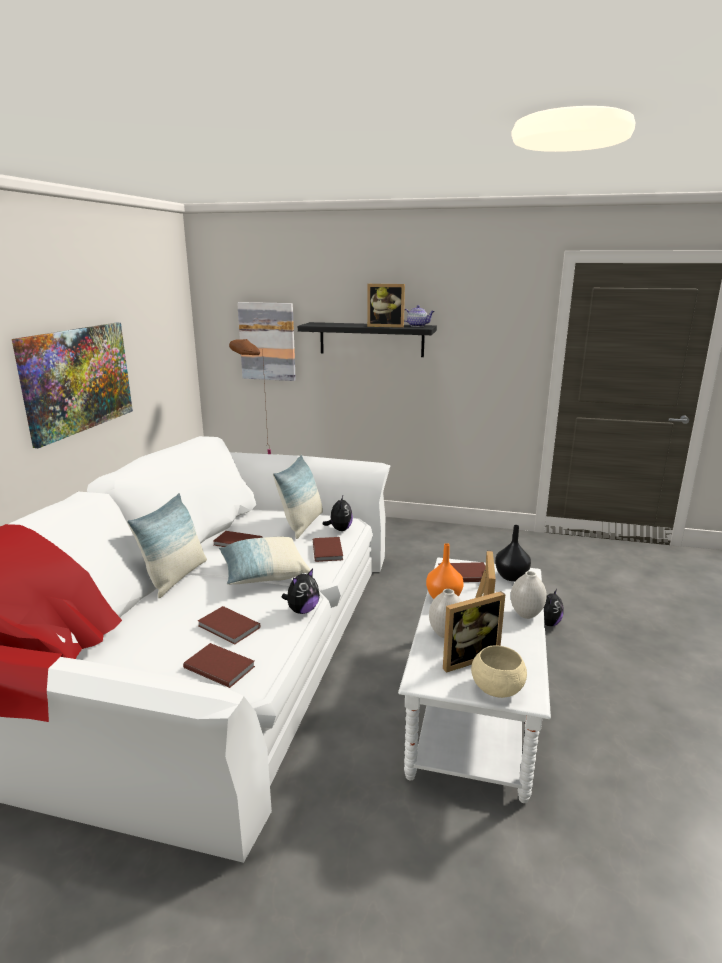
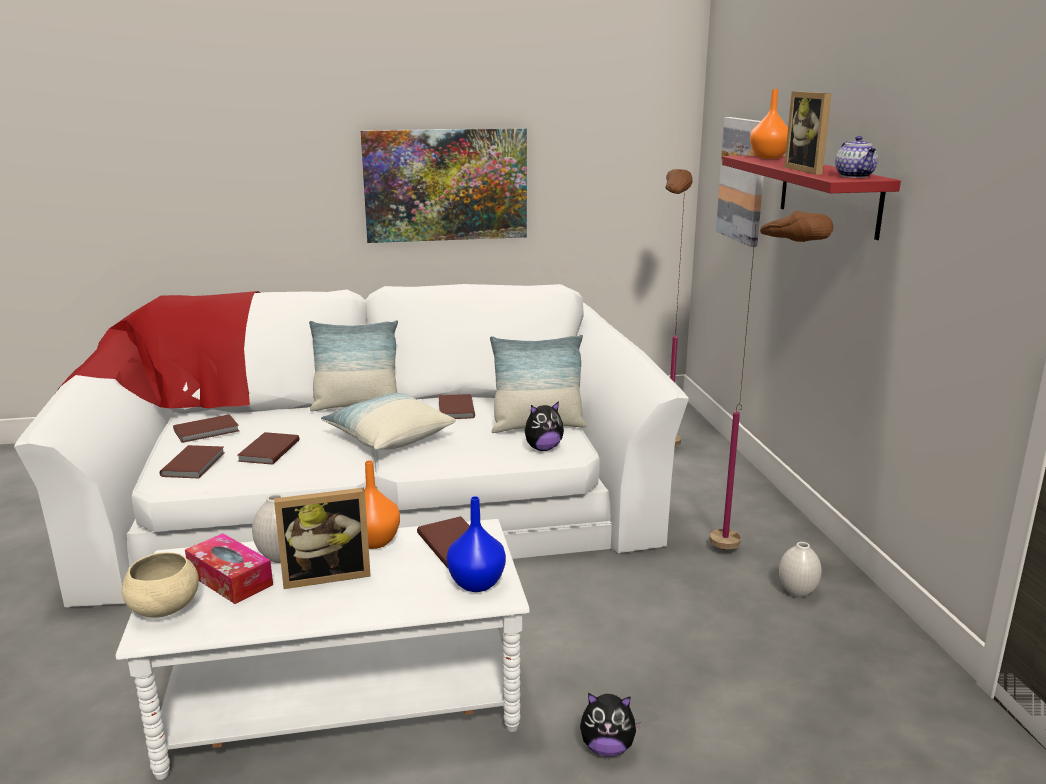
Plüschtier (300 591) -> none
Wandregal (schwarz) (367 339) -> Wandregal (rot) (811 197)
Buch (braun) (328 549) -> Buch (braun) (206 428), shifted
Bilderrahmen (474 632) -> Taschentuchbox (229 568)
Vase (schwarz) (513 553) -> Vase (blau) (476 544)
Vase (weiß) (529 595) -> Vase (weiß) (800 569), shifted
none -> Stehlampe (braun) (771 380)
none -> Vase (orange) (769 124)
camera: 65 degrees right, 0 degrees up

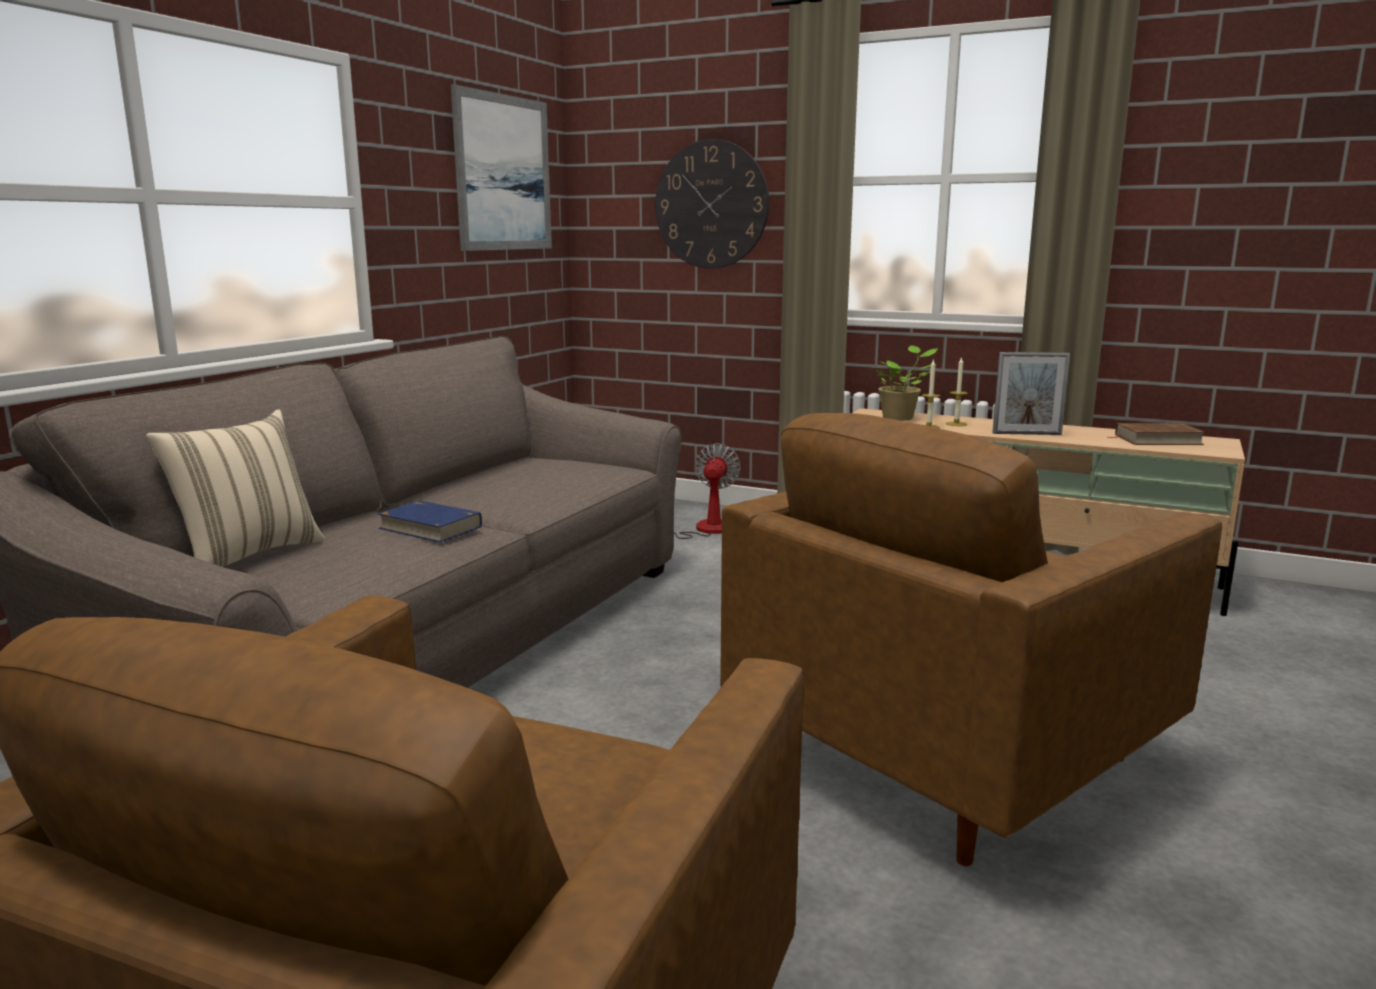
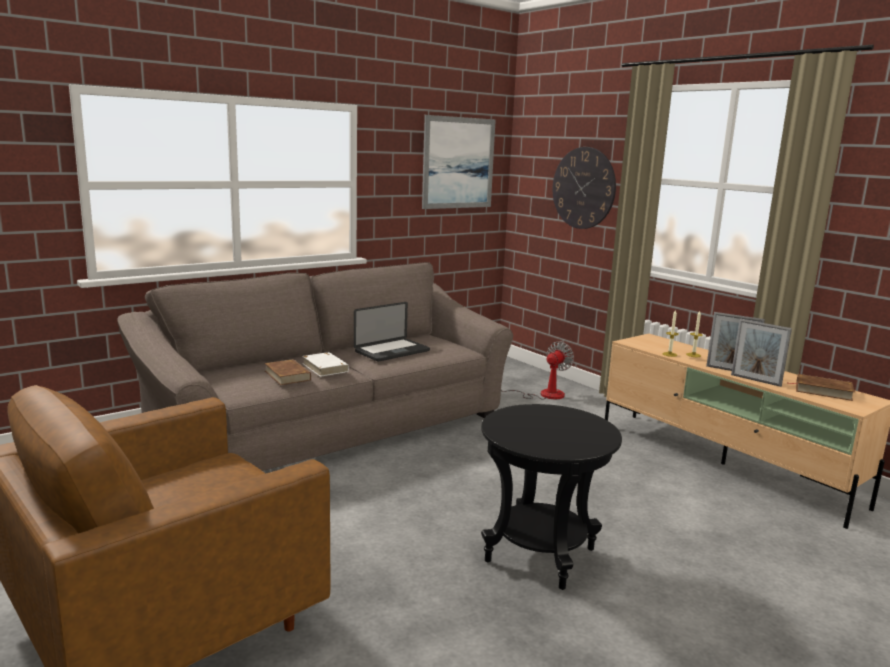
Kissen (beige) (236 488) -> none
Buch (blau) (430 521) -> Buch (weiß) (325 364)
Sessel (braun) (971 639) -> Beistelltisch (schwarz) (551 497)
Topfpflanze (907 383) -> none
none -> Buch (braun) (287 372)
none -> Laptop (392 332)
none -> Bilderrahmen (761 353)
camera: 25 degrees right, 0 degrees up

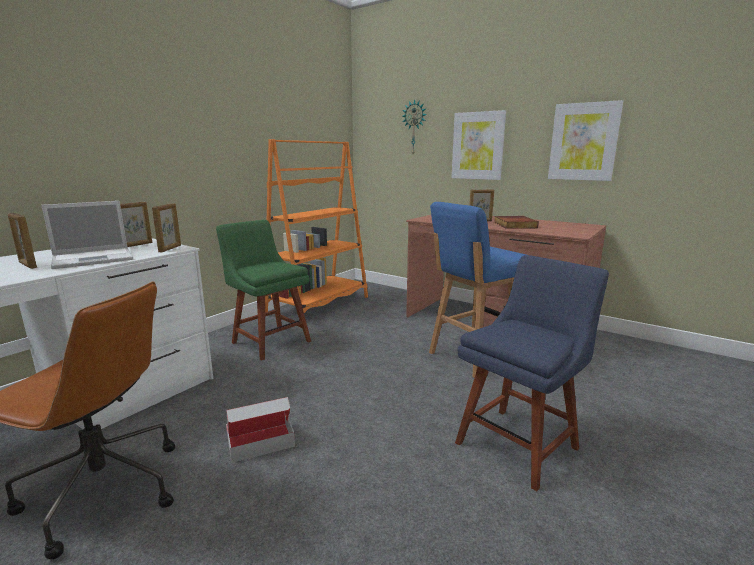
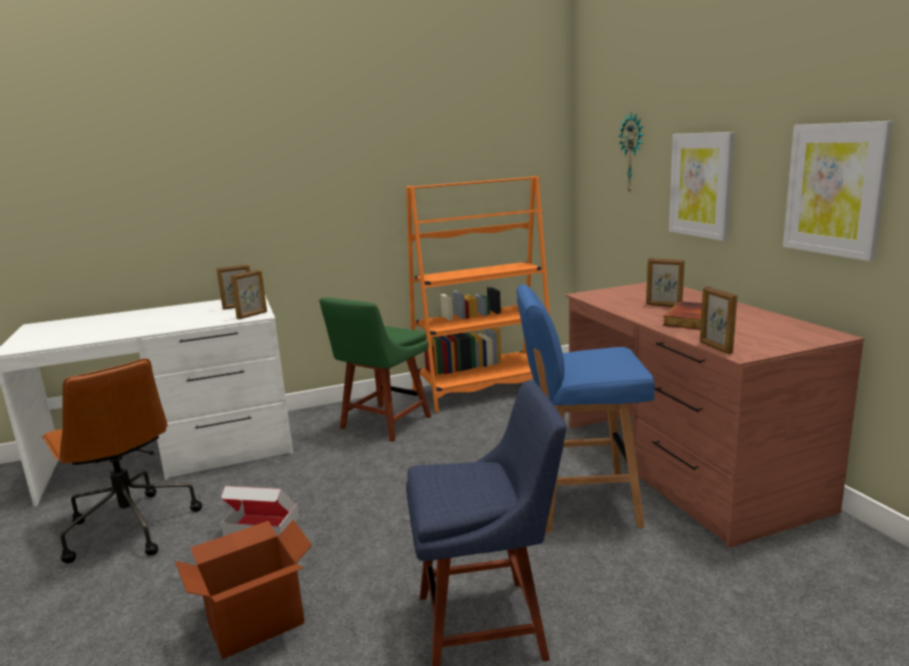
Bilderrahmen (22 241) -> Bilderrahmen (718 320), shifted
Laptop (87 235) -> none
Stuhl (grün) (263 290) -> Stuhl (grün) (375 369), 135 degrees counterclockwise
none -> Karton (243 589)
camera: 35 degrees right, 0 degrees up

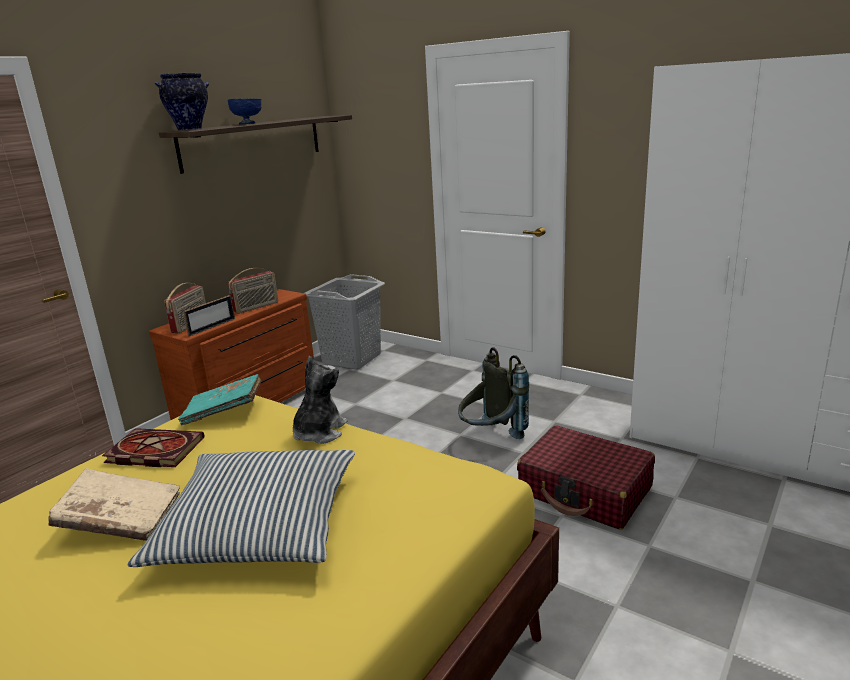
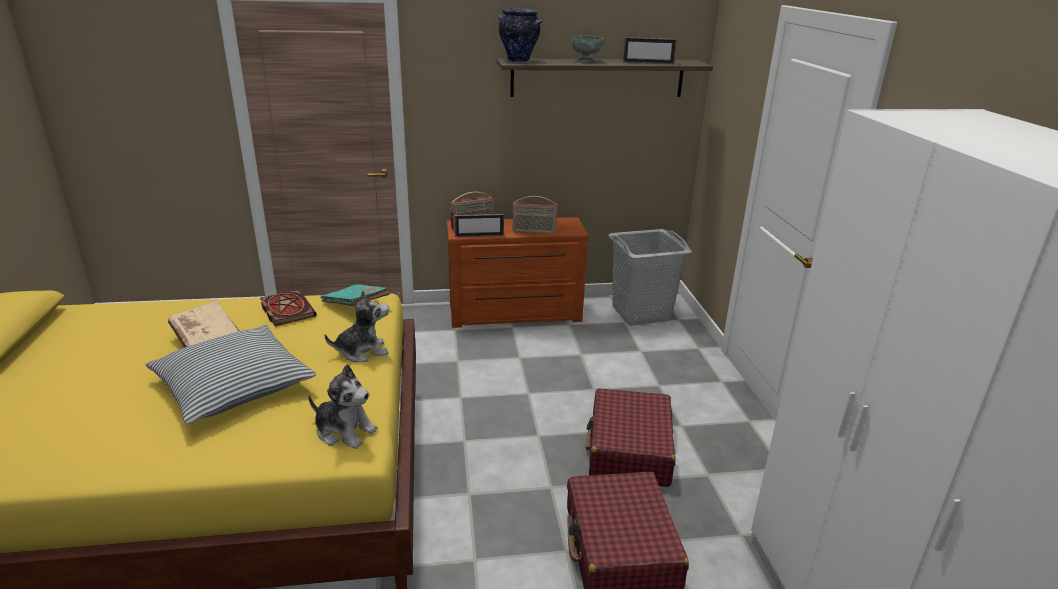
Schüssel (blau) (244 111) -> Schüssel (grau) (587 48)
Rucksack (grau) (493 393) -> Koffer (rot) (631 437)
none -> Plüschtier (343 406)
none -> Bilderrahmen (650 50)
camera: 45 degrees right, 5 degrees up

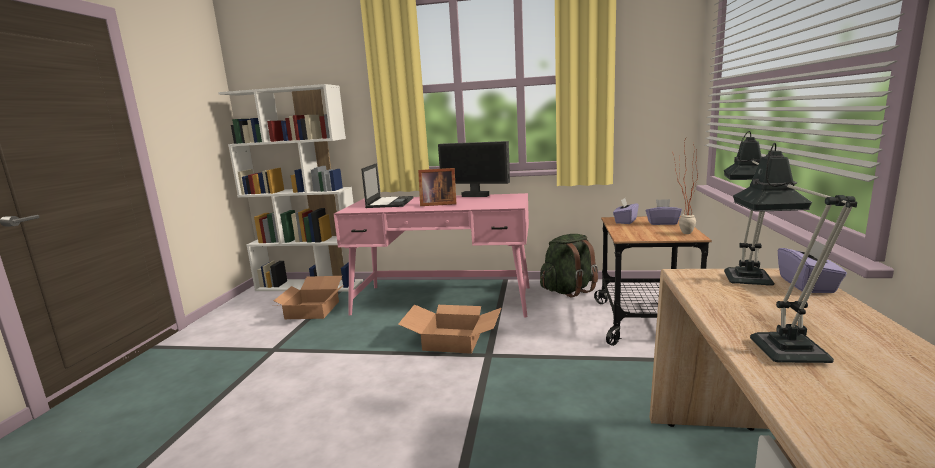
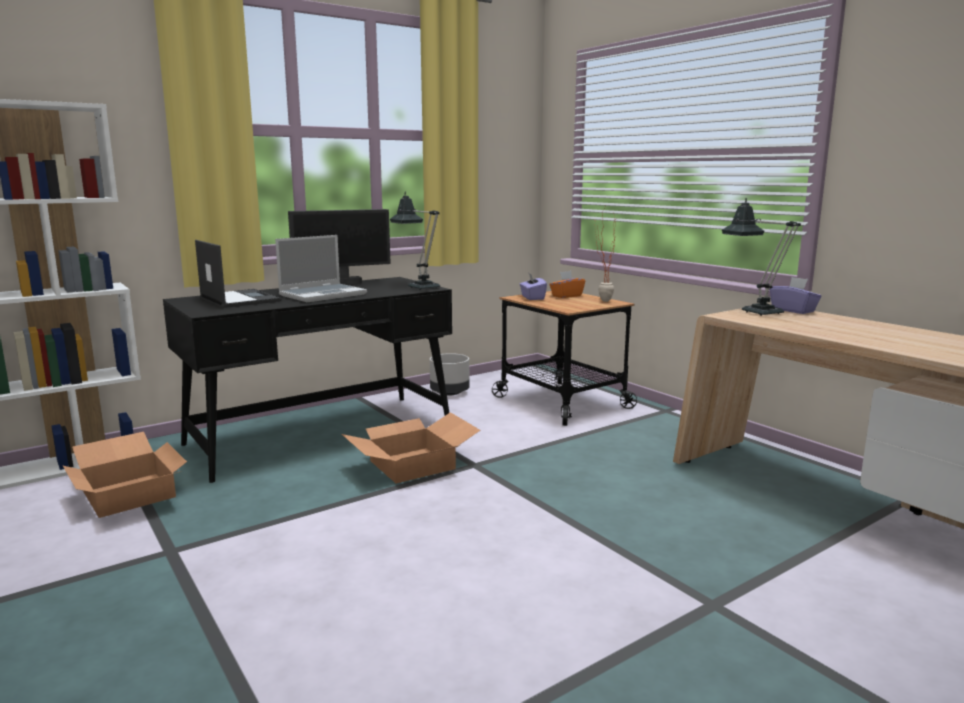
Schreibtisch (rosa) (432 255) -> Schreibtisch (schwarz) (307 380)
Bilderrahmen (437 187) -> Laptop (321 268)
Rucksack (grün) (569 265) -> Pflanzkübel (grau) (449 374)
Taschentuchbox (lila) (664 212) -> Taschentuchbox (orange) (567 284)
Tischlampe (795 253) -> Tischlampe (415 241), shifted
camera: 45 degrees left, 0 degrees up

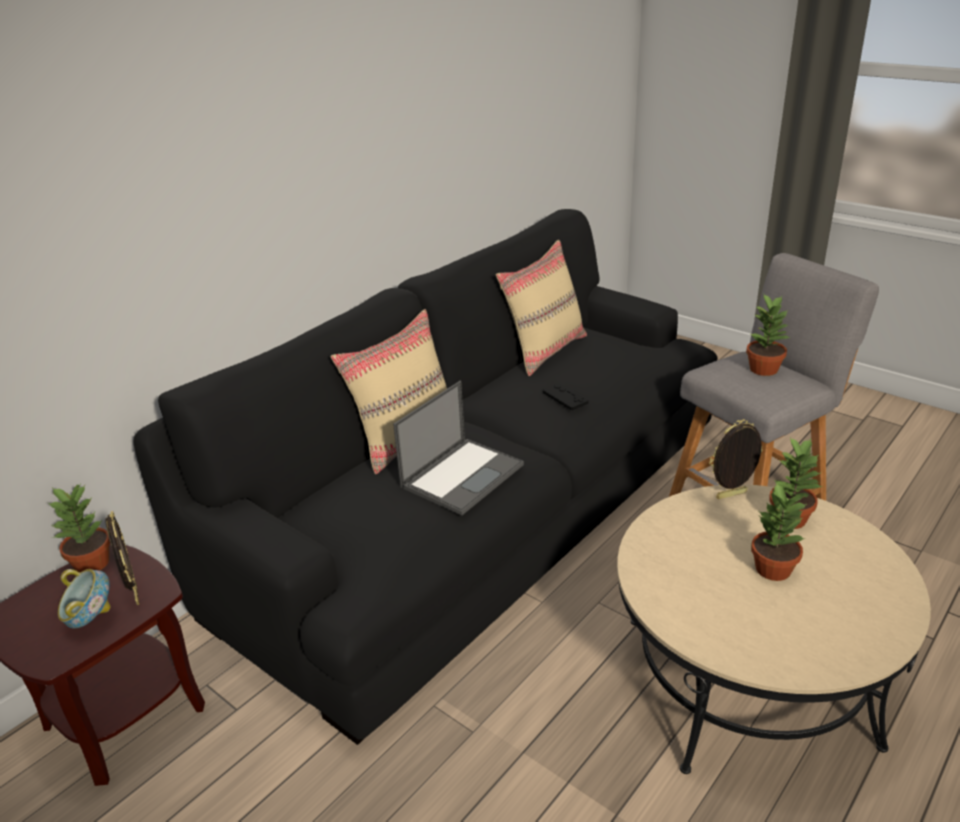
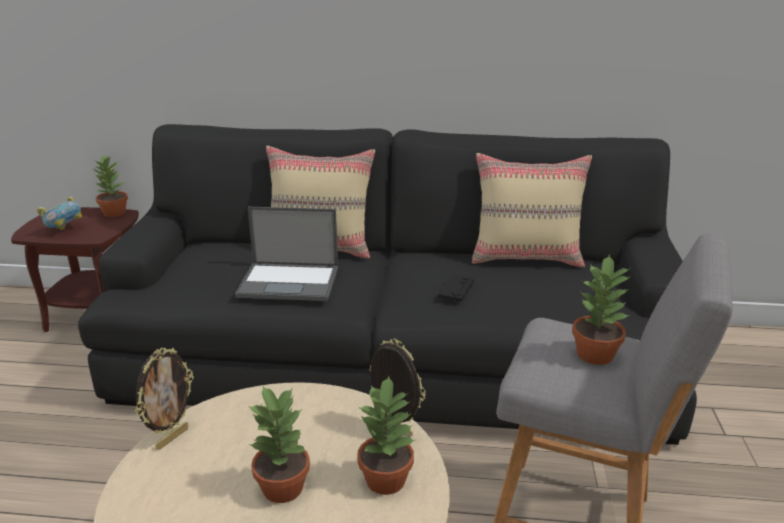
Bilderrahmen (122 558) -> Bilderrahmen (164 399), shifted
camera: 55 degrees right, 5 degrees down

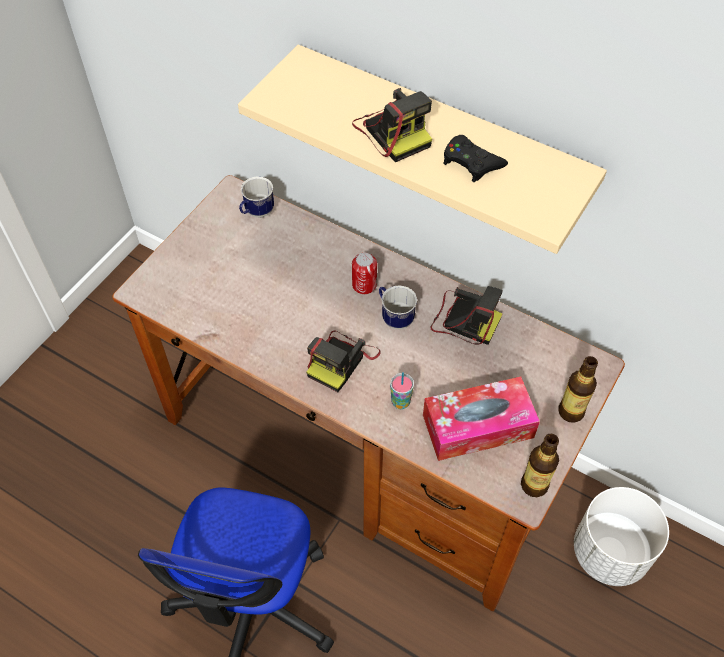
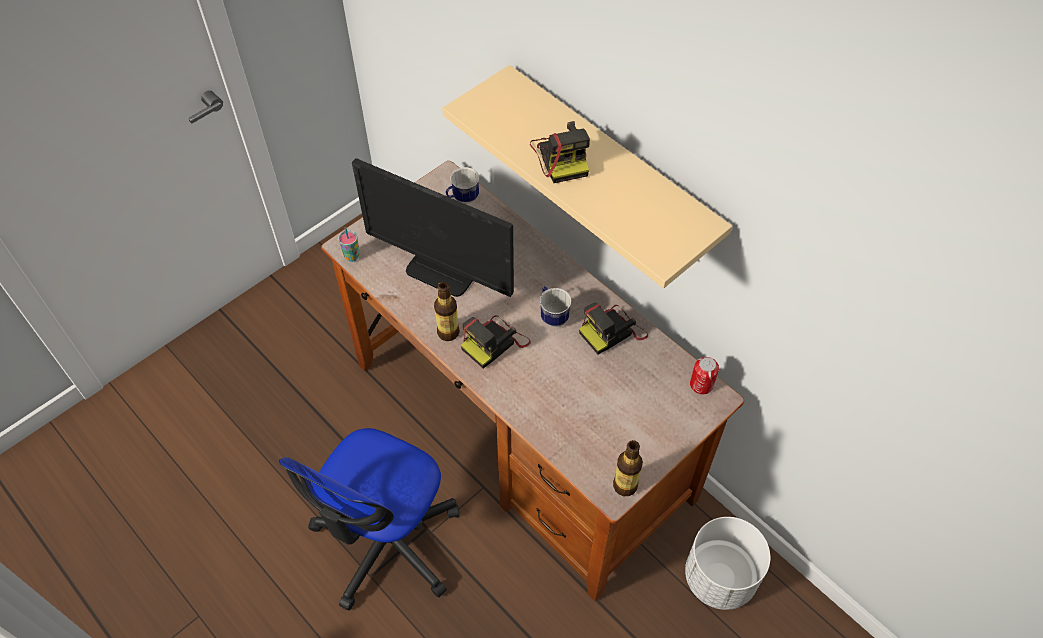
Dose (364 273) -> Dose (704 375), shifted
Tasse (402 390) -> Tasse (349 244), shifted
Taschentuchbox (481 419) -> none
Kamera (466 315) -> Kamera (613 328), 105 degrees clockwise
Gamepad (schwarz) (475 158) -> none
Flasche (578 389) -> Flasche (447 311), shifted
none -> Monitor (433 227)
camera: 15 degrees right, 0 degrees up

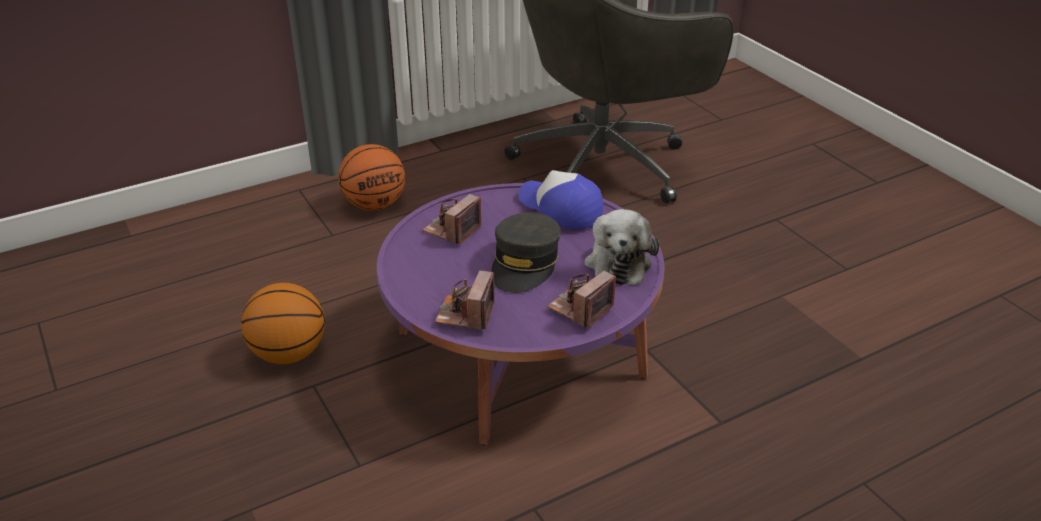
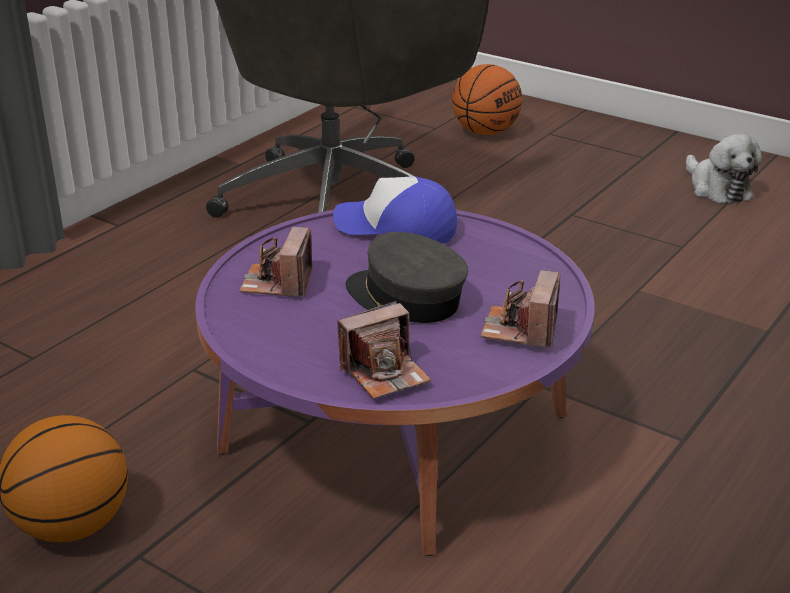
Basketball (371 177) -> Basketball (487 99), shifted
Kamera (465 300) -> Kamera (384 350), 105 degrees counterclockwise
Kappe (grau) (526 252) -> Kappe (grau) (407 277), 135 degrees clockwise
Plüschtier (621 247) -> Plüschtier (724 169), shifted
camera: 25 degrees left, 5 degrees down

